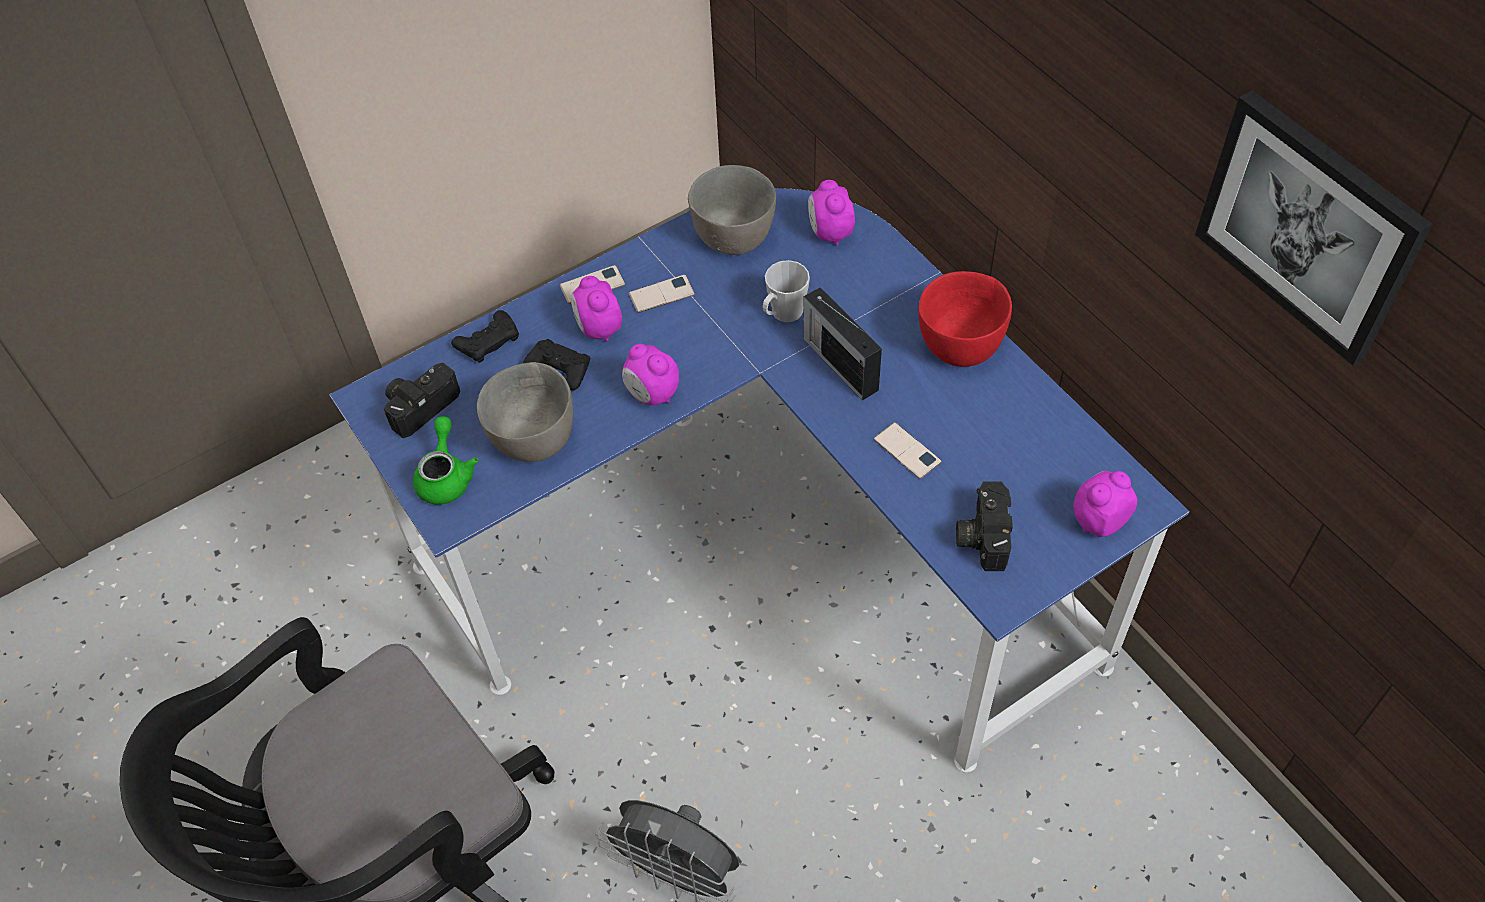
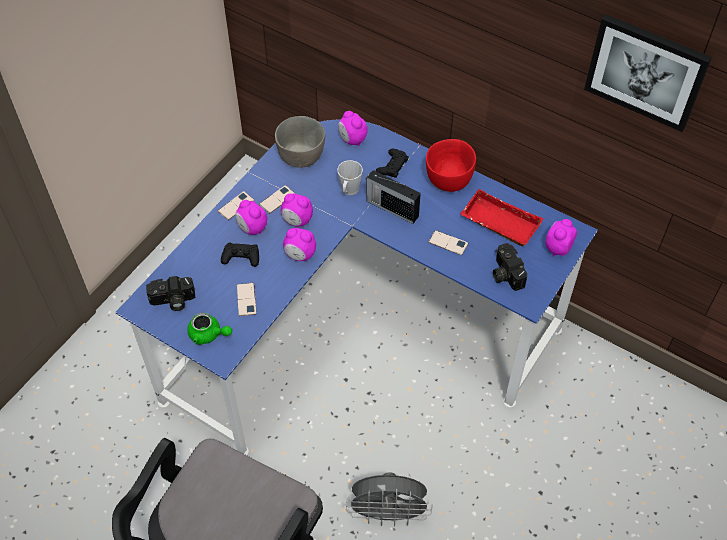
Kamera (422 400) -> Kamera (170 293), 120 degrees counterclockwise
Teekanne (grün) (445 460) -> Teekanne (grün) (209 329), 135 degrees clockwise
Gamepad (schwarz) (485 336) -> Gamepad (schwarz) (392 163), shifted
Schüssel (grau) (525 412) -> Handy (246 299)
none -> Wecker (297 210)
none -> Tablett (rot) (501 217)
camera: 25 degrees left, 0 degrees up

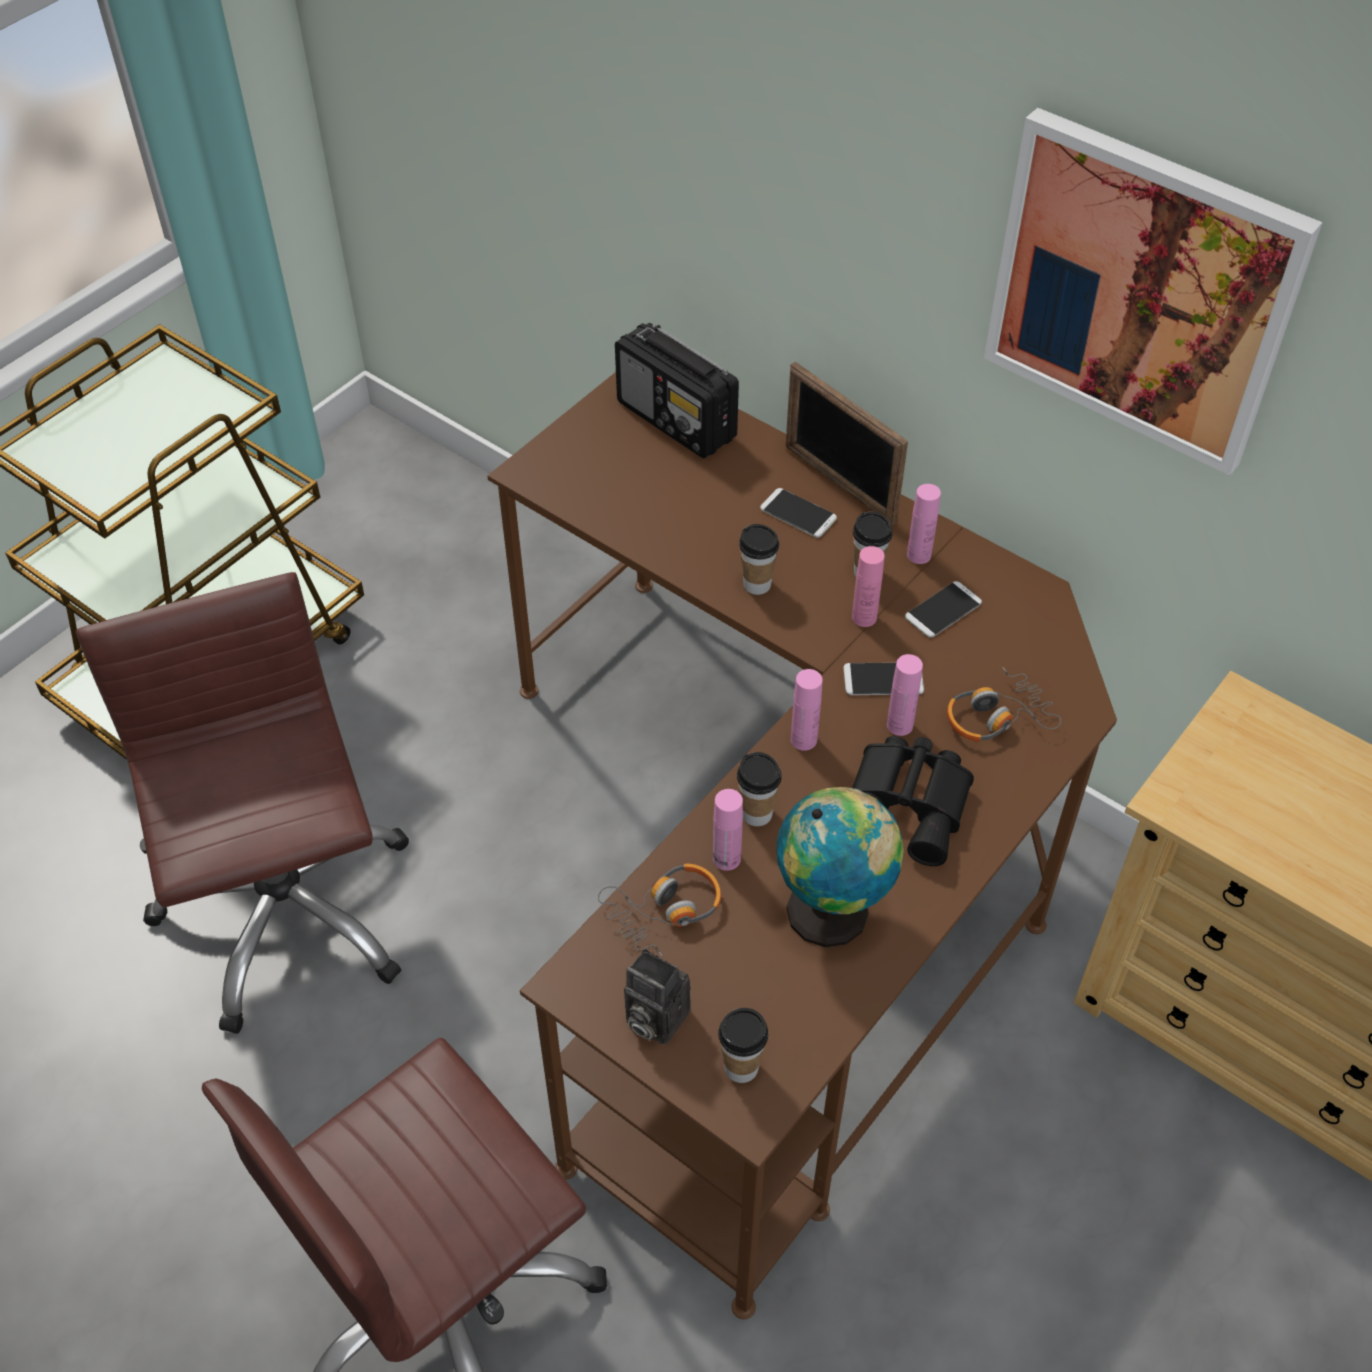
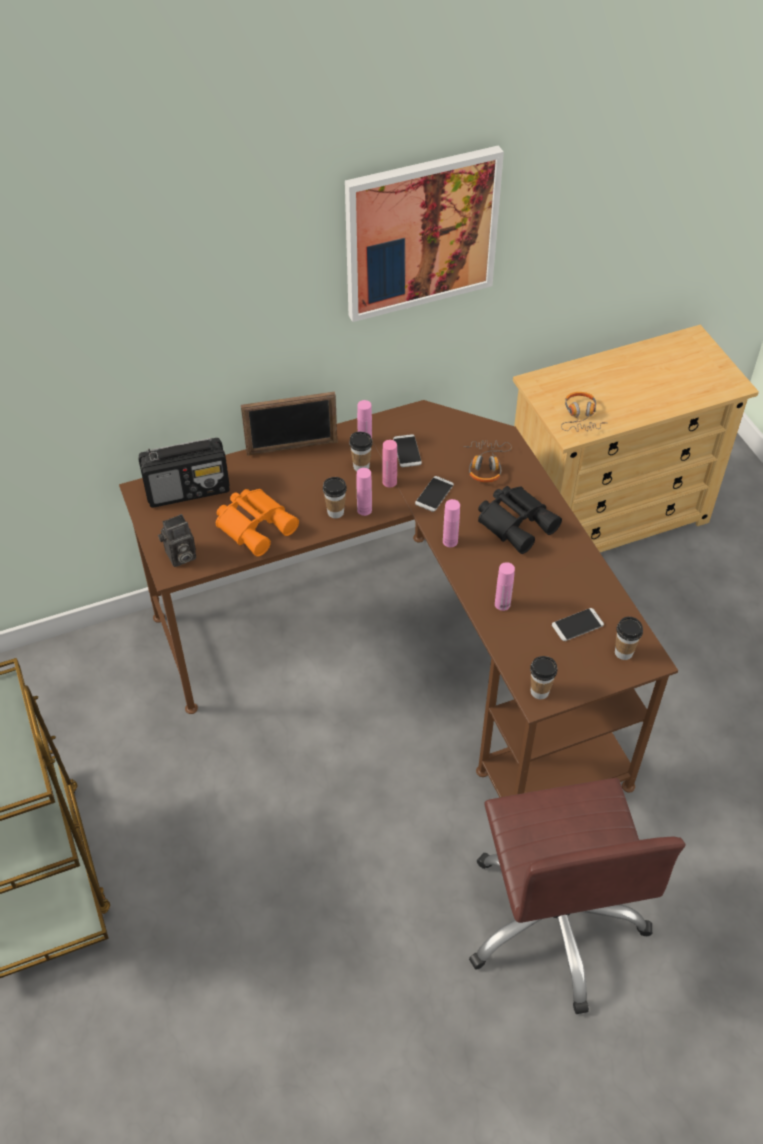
Bürostuhl (braun) (242 803) -> none
Kopfhörer (659 910) -> Kopfhörer (584 412), shifted
Kamera (657 997) -> Kamera (177 540), shifted
Tasse (759 789) -> Tasse (544 677), shifted
Handy (798 513) -> Handy (578 624), shifted
Globus (840 867) -> none
Flasche (rosa) (905 695) -> Flasche (rosa) (364 492), shifted
none -> Fernglas (orange) (257 523)
camera: 60 degrees left, 0 degrees up

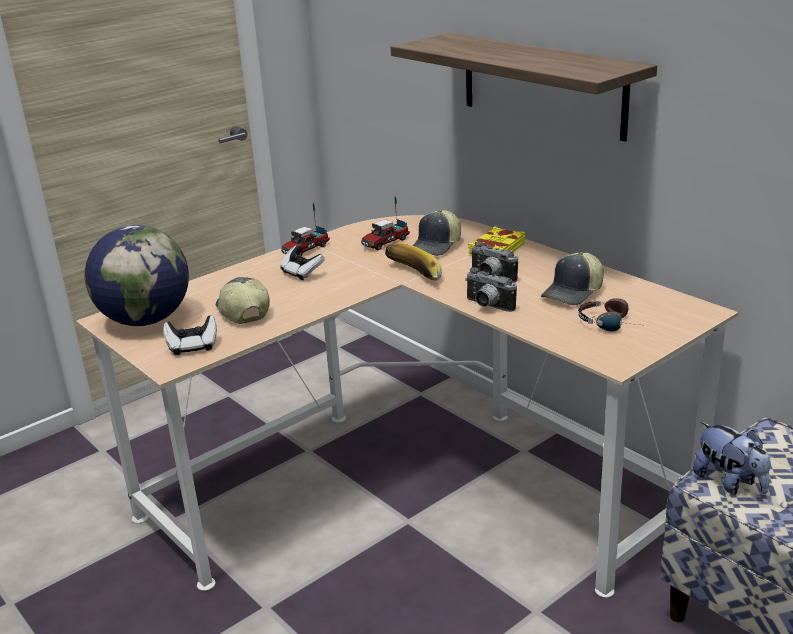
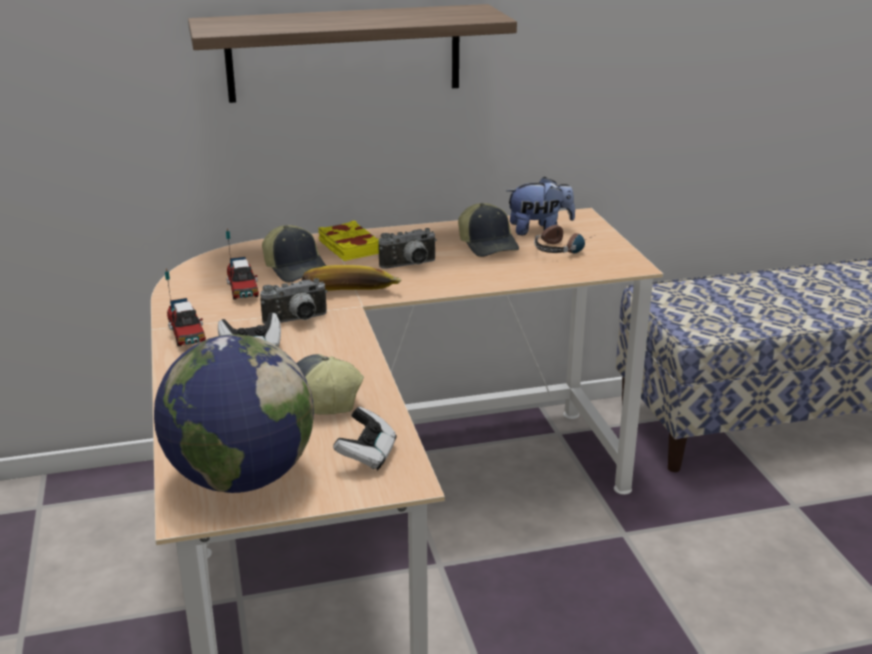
Kamera (491 289) -> Kamera (294 301), shifted
Plüschtier (731 458) -> Plüschtier (540 205), shifted
camera: 65 degrees left, 0 degrees up

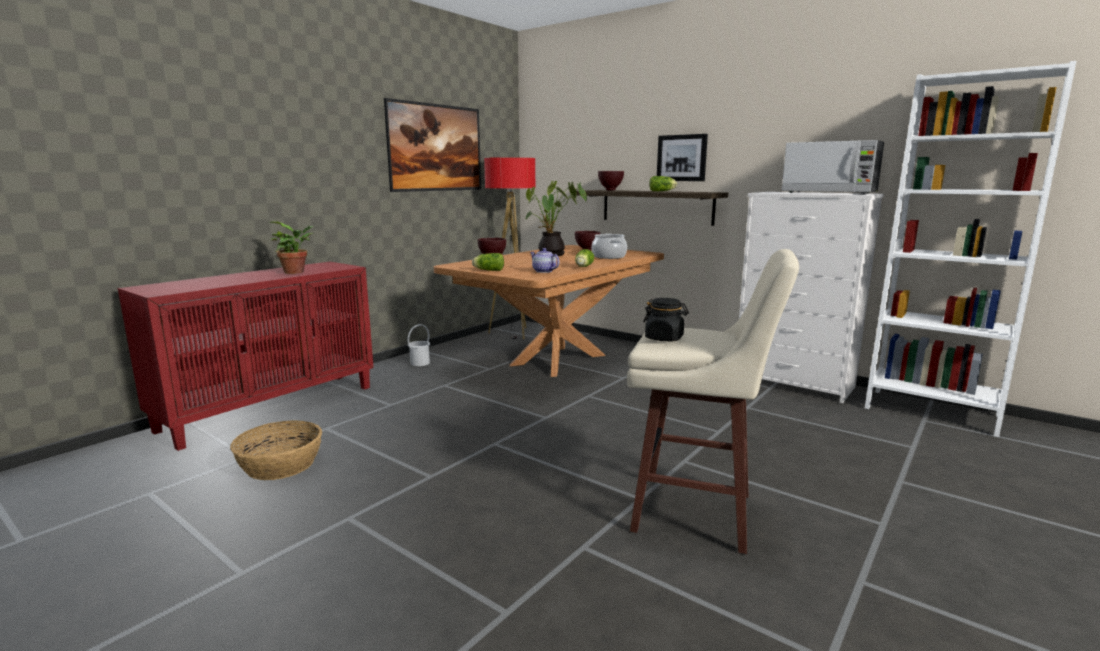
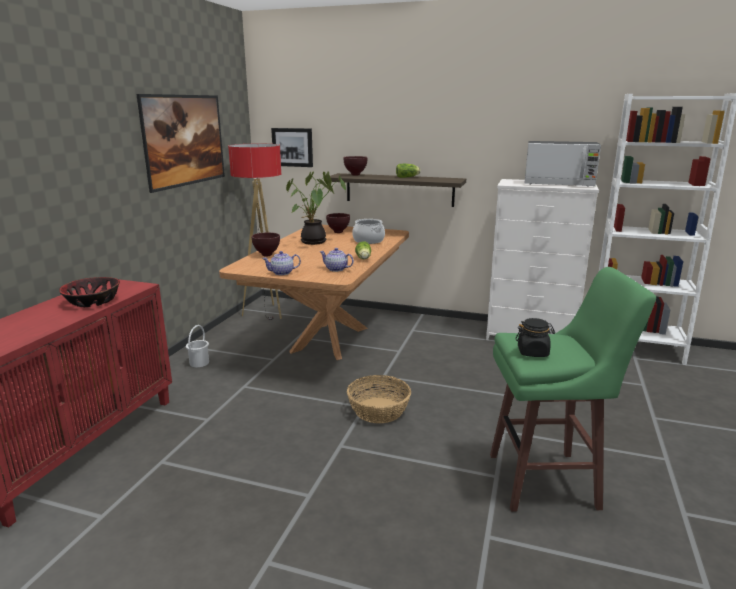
Korb (276 450) -> Korb (379 399), shifted
Topfpflanze (291 247) -> Schüssel (89 292)
Salatkopf (488 262) -> Teekanne (281 263)
Hocker (beige) (713 401) -> Hocker (grün) (573 389)
Bild (682 157) -> Bild (292 147), shifted
camera: 20 degrees left, 5 degrees up

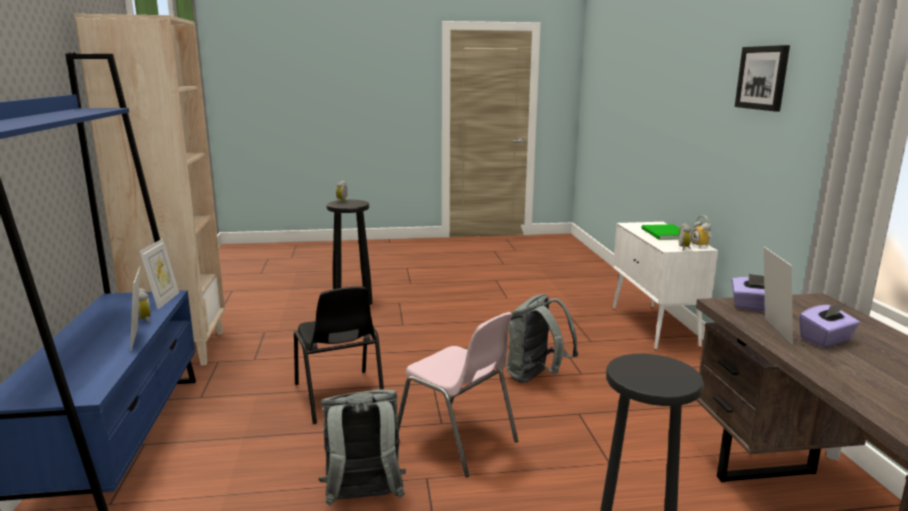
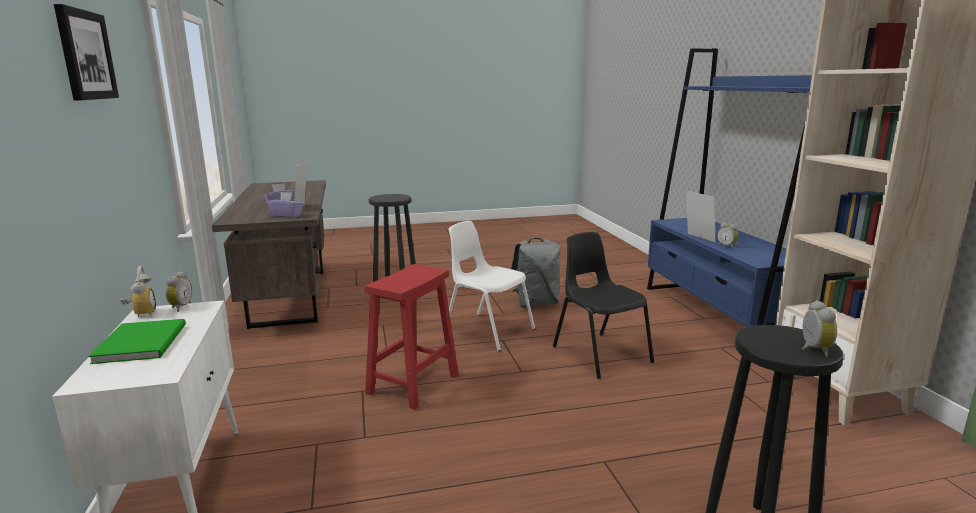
Bilderrahmen (159 273) -> none
Stuhl (rosa) (458 394) -> Stuhl (weiß) (492 286)
Rucksack (grau) (542 338) -> Hocker (rot) (411 337)
camera: 175 degrees right, 0 degrees up

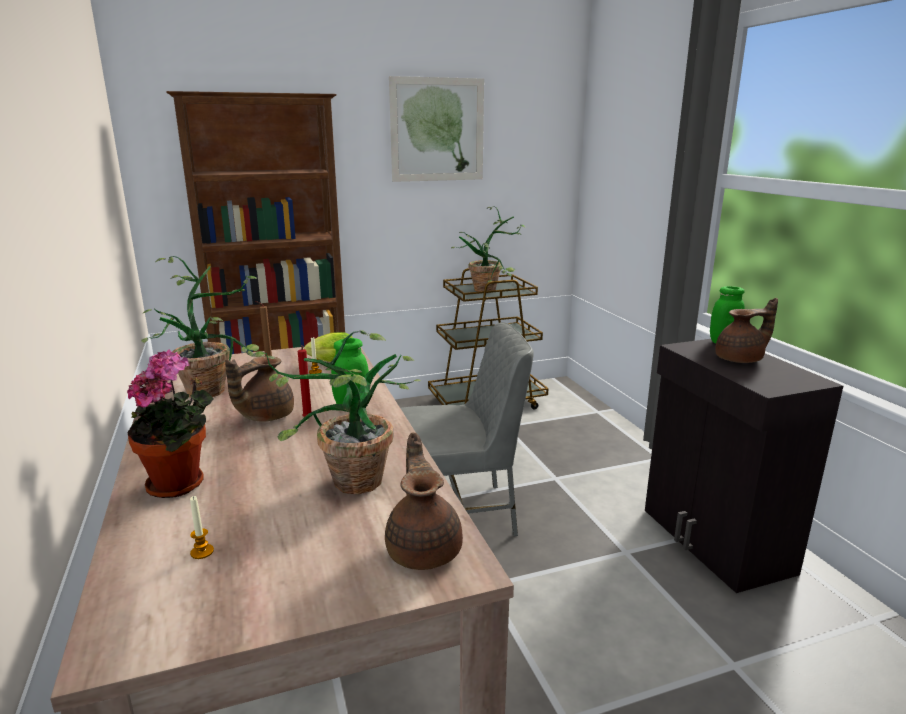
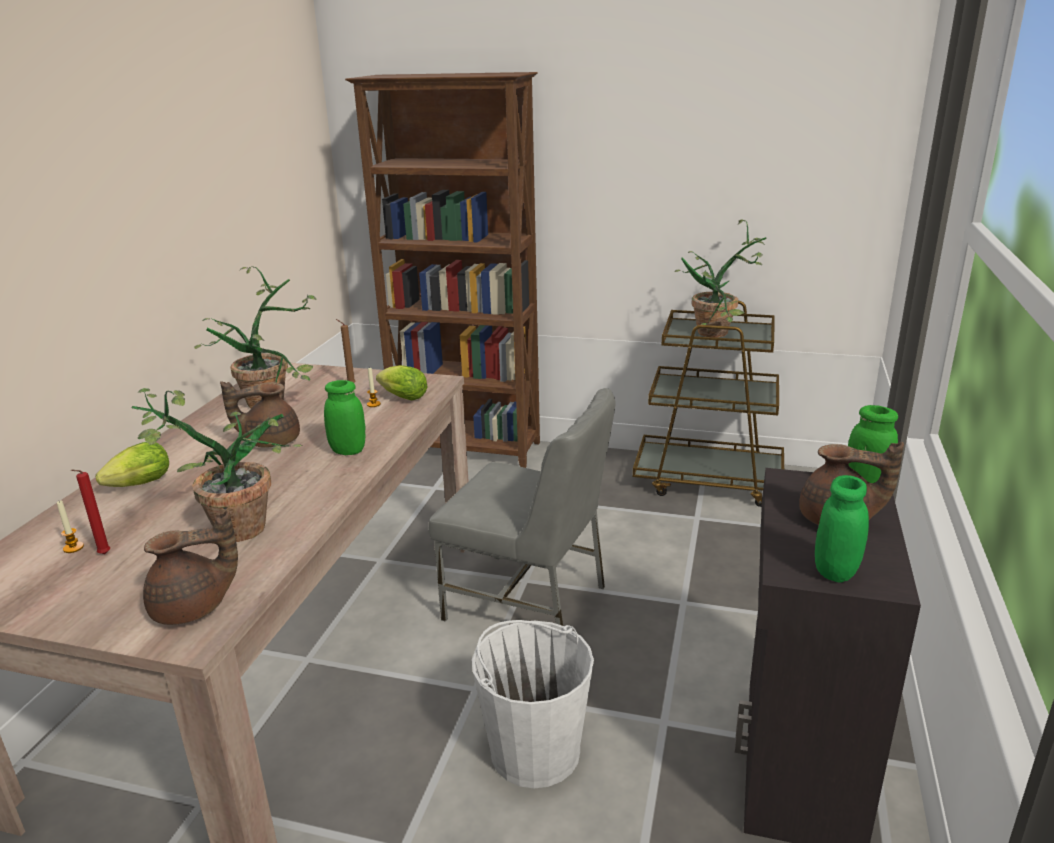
Topfpflanze (170 423) -> Salatkopf (132 464)
Kerze (rot) (304 381) -> Kerze (rot) (90 512), shifted
Teekanne (braun) (424 501) -> Teekanne (braun) (190 567), 45 degrees clockwise
Bild (436 129) -> none
none -> Eimer (weiß) (533 704)
none -> Vorratsglas (grün) (842 529)
camera: 35 degrees right, 5 degrees up

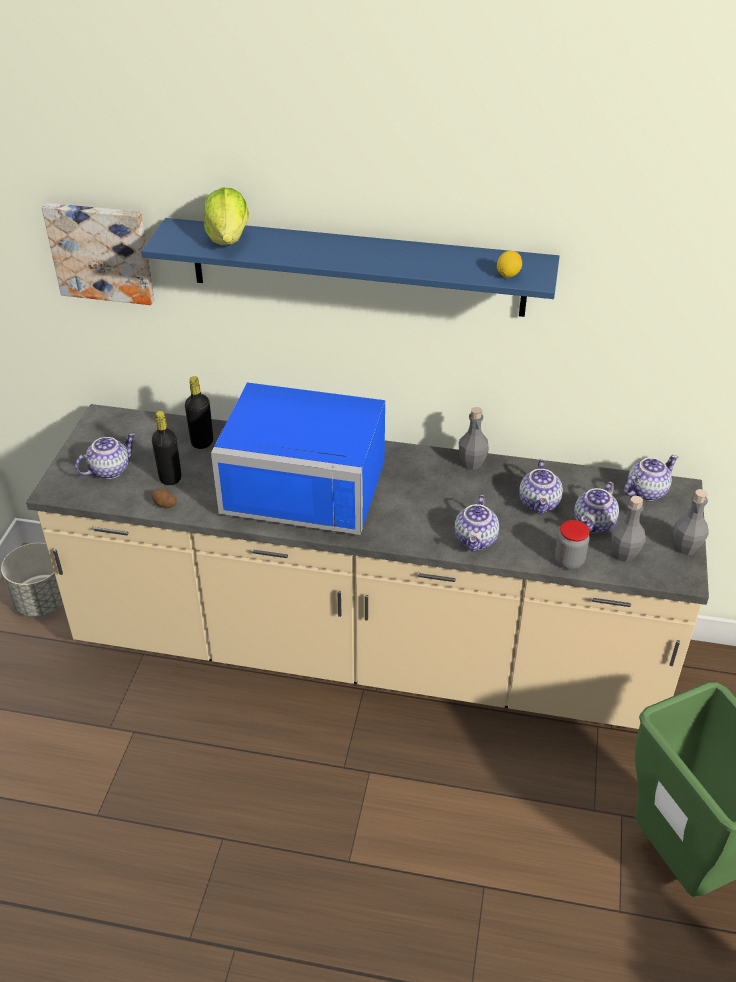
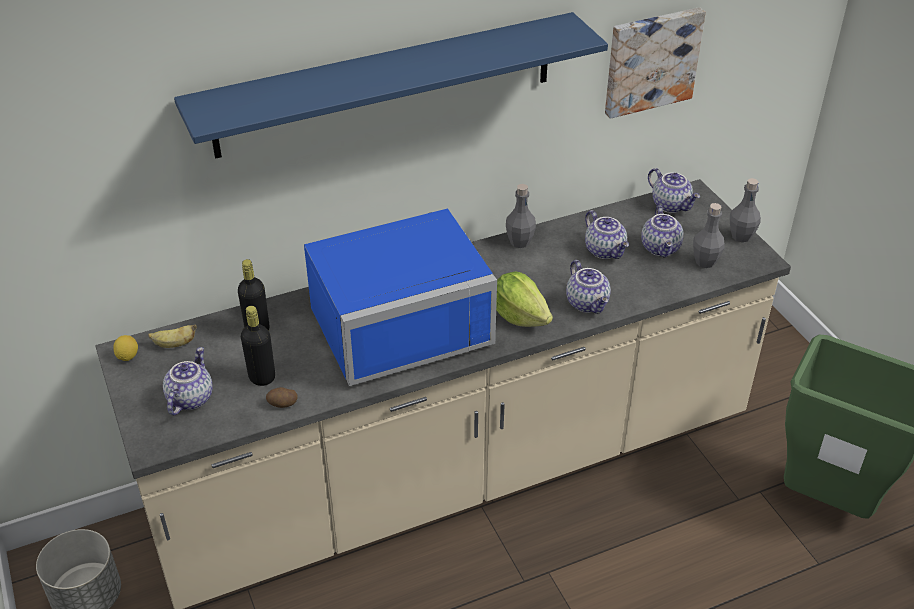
Bild (98 254) -> Bild (655 63), shifted
Salatkopf (226 216) -> Salatkopf (524 299), shifted
Zitrone (509 264) -> Zitrone (125 348), shifted
Vorratsglas (572 544) -> none
Teekanne (651 478) -> Teekanne (674 190), 120 degrees clockwise
none -> Banane (172 336)
camera: 35 degrees left, 0 degrees up

